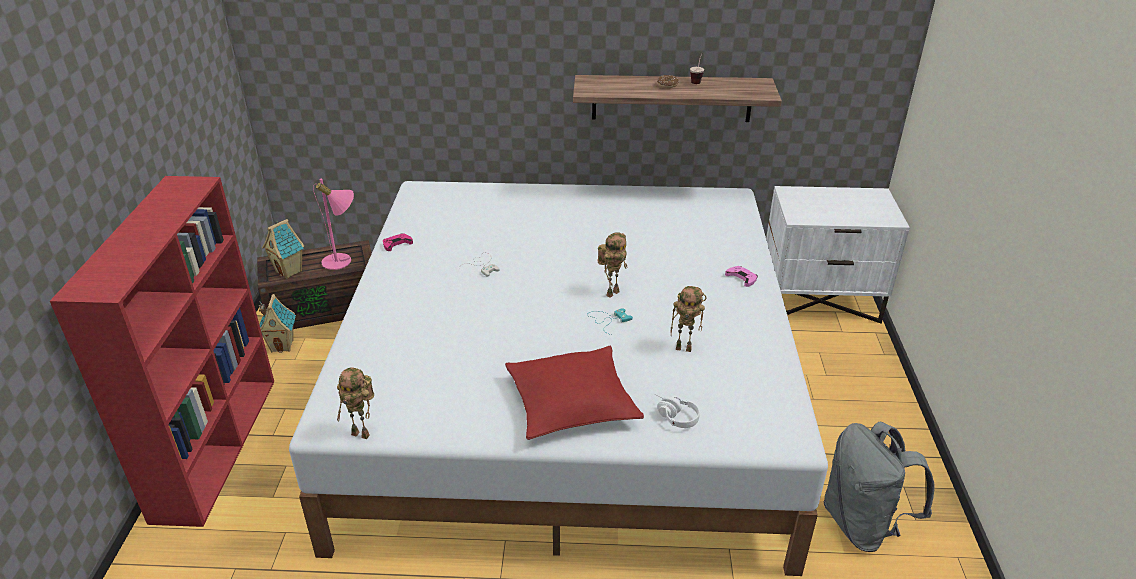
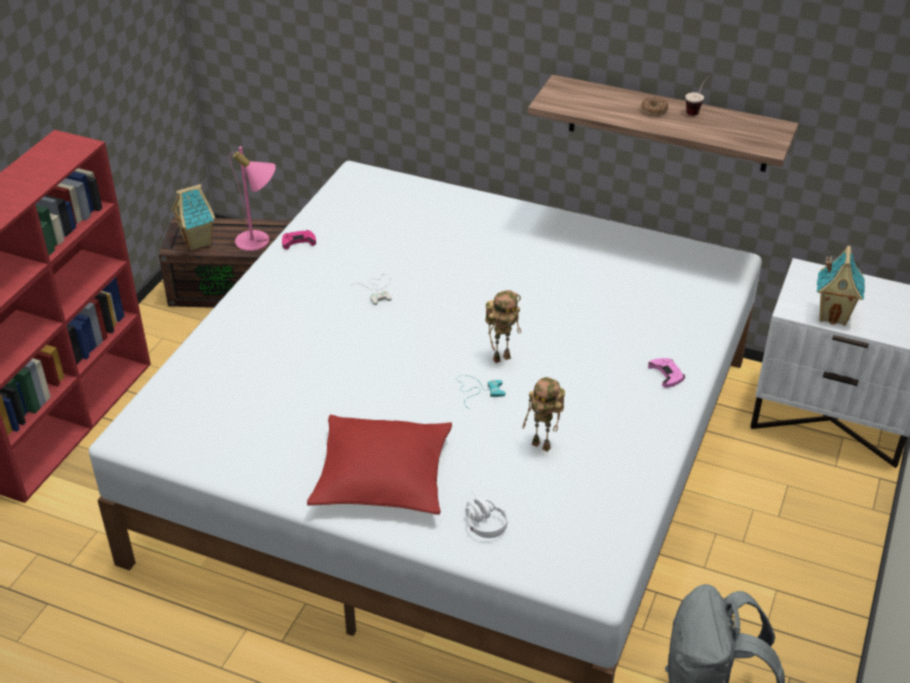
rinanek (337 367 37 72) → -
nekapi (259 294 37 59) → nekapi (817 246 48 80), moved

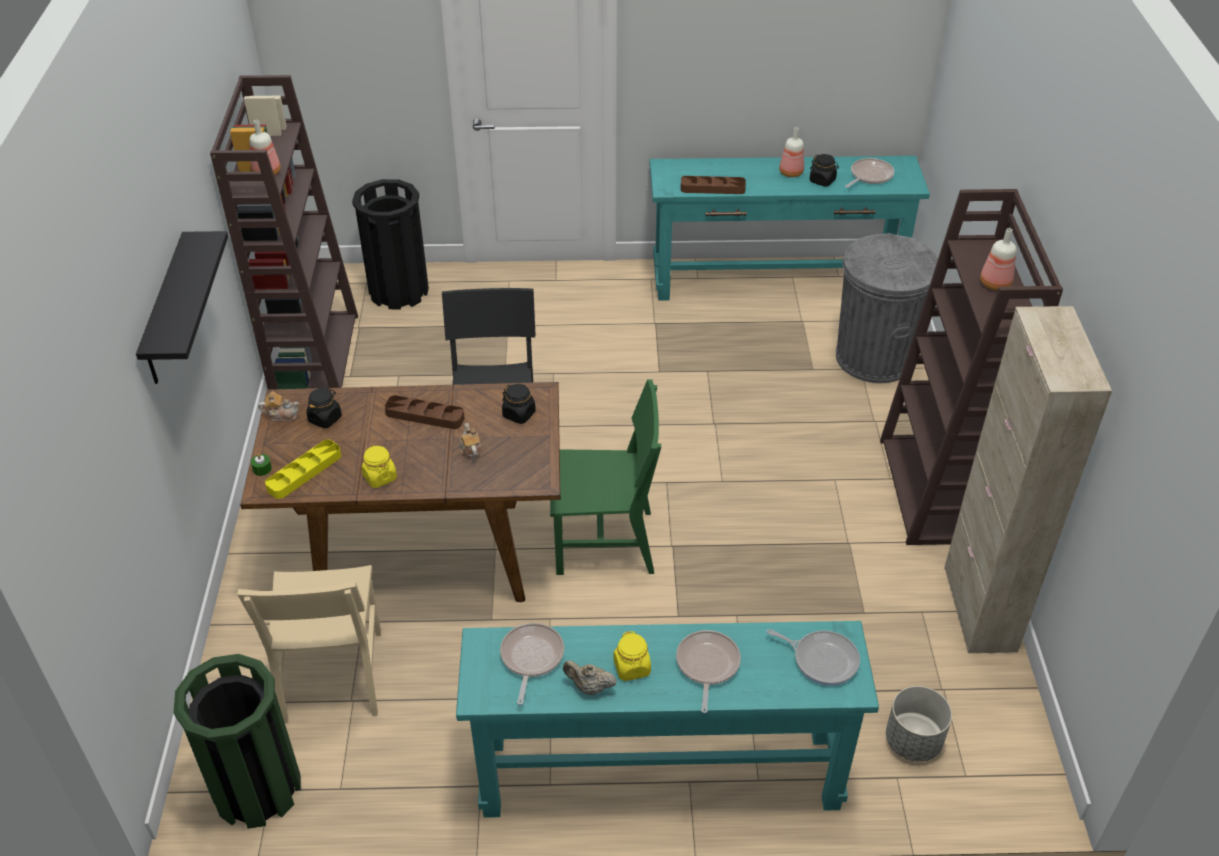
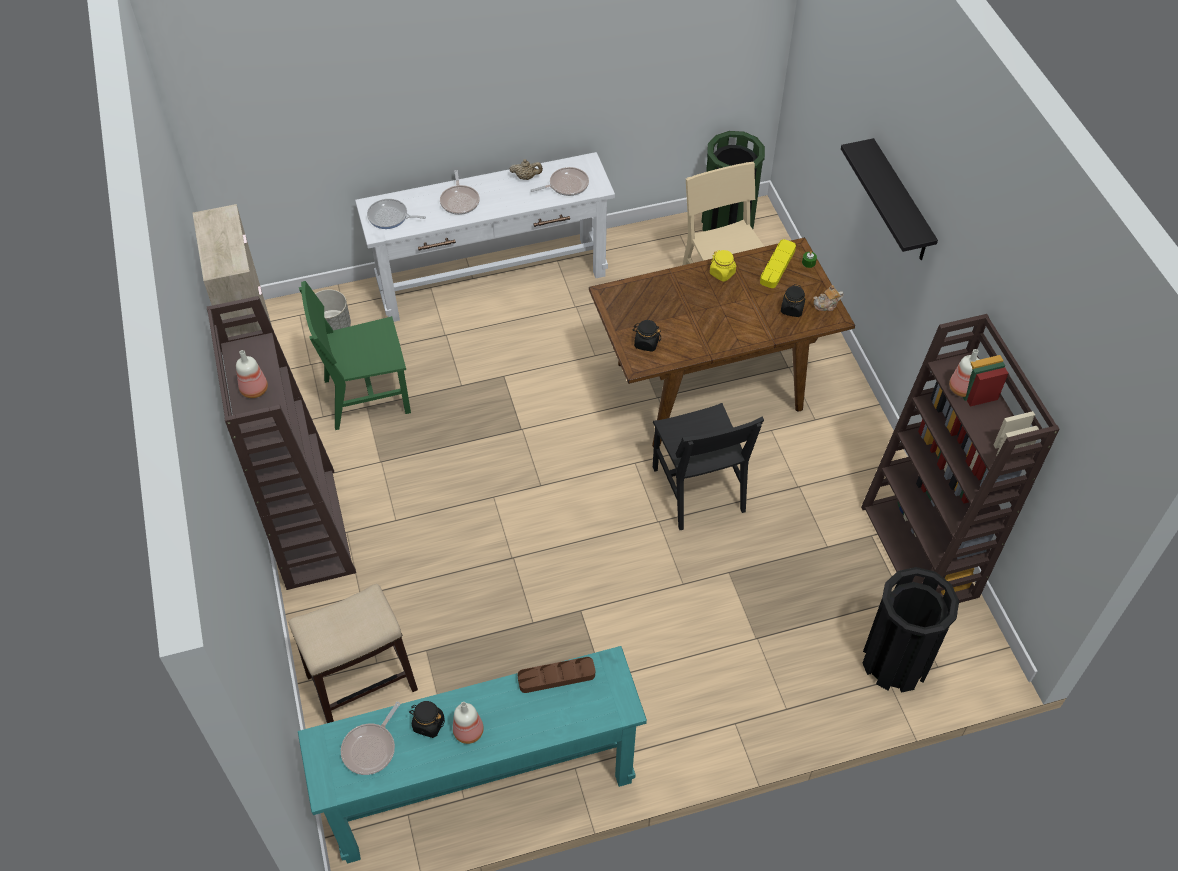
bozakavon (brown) (384 395 81 34) → -
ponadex (459 423 22 36) → -
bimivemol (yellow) (613 631 38 50) → -
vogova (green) (550 379 111 196) → vogova (green) (299 281 112 149), moved
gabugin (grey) (836 233 102 150) → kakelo (288 584 130 139)
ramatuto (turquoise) (456 621 423 197) → ramatuto (white) (355 152 260 170)
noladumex (500 623 64 82) → noladumex (530 167 59 29), 105 degrees counterclockwise

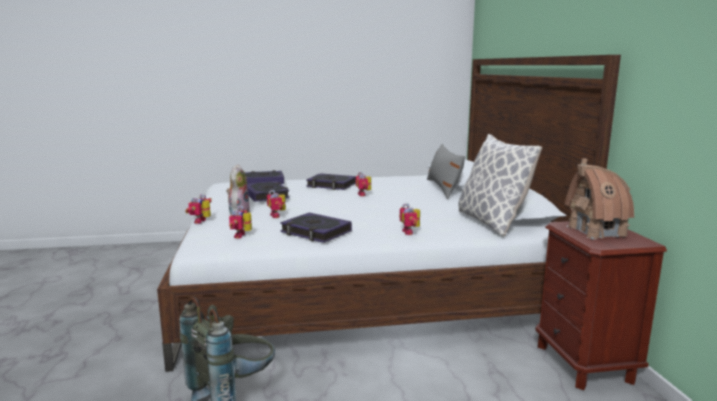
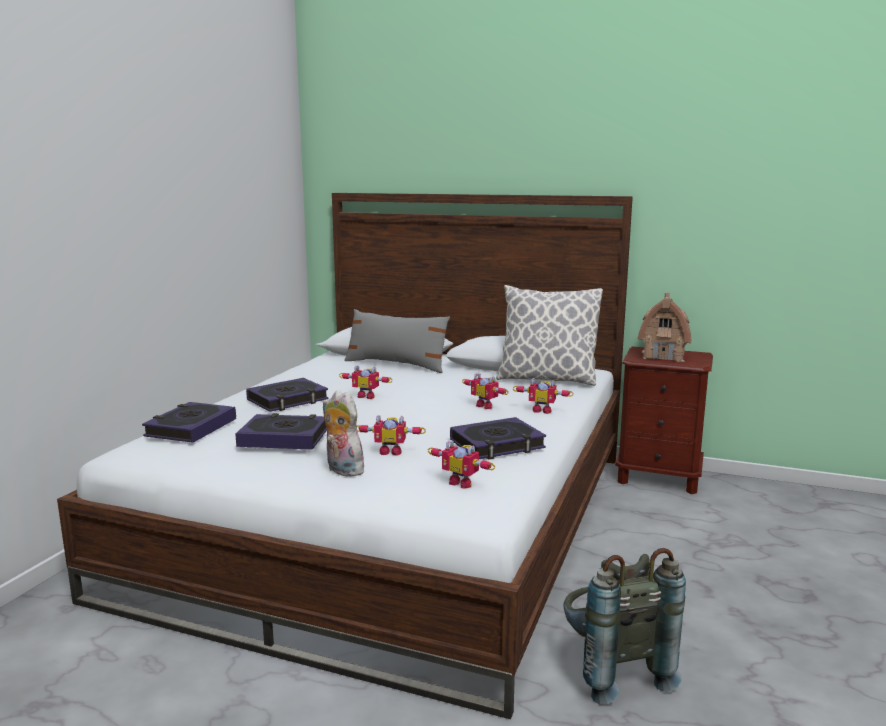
rinanek (185 194 27 30) → rinanek (462 373 47 36), moved

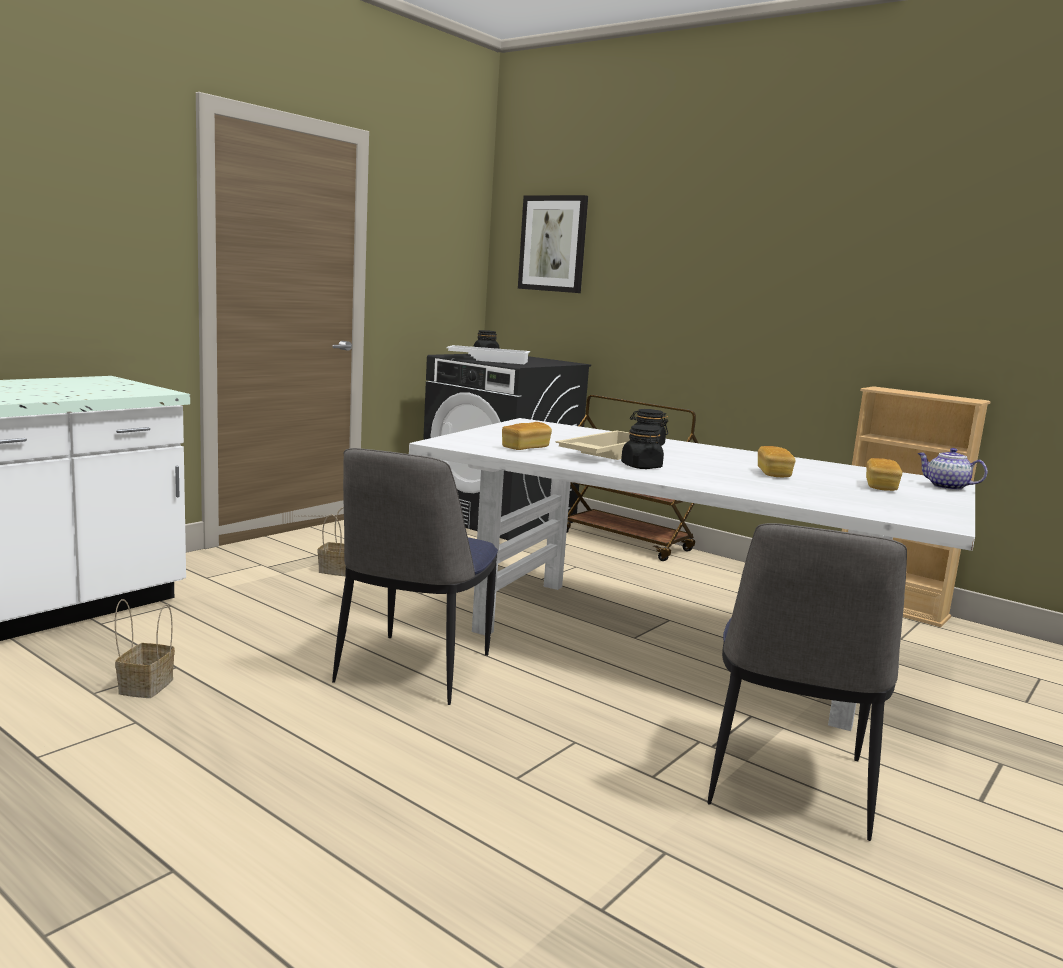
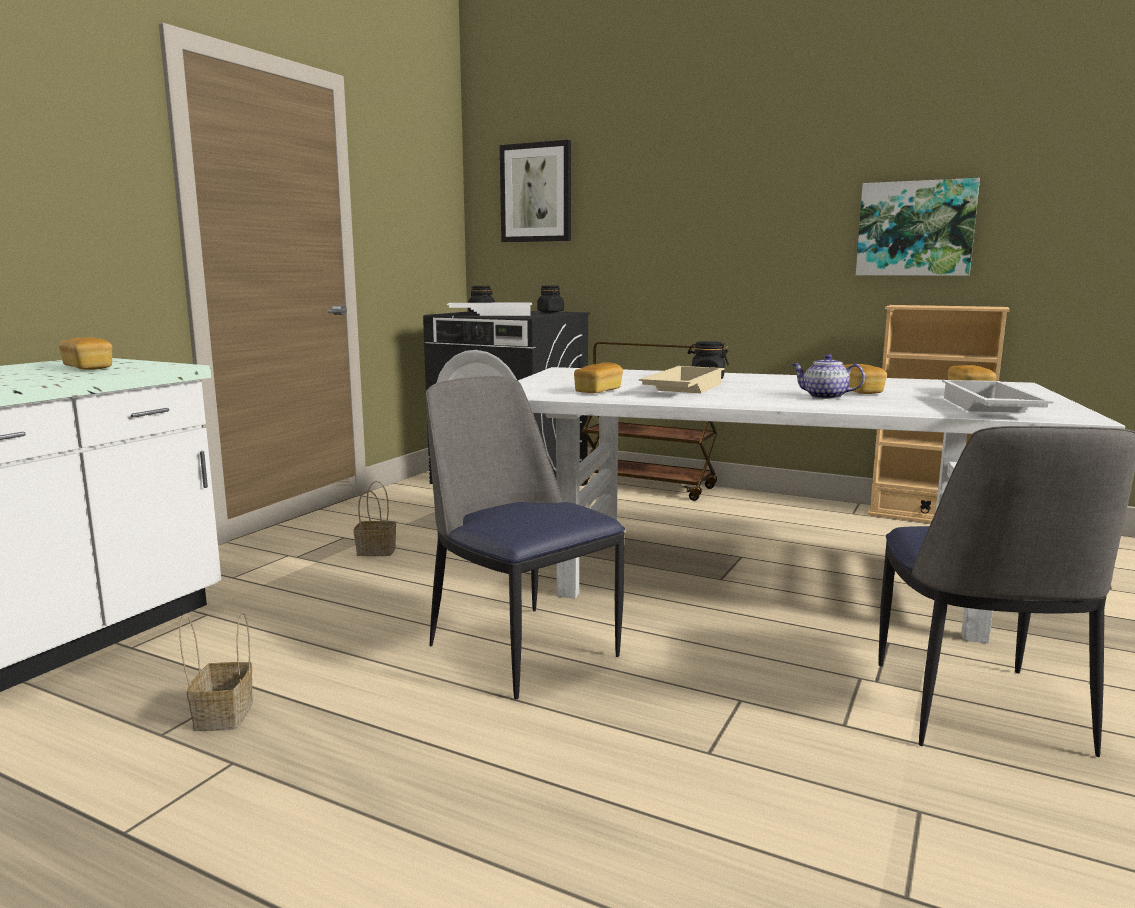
- → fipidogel (59 337 54 33)
- → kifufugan (856 178 124 98)
- → bozakavon (white) (942 380 112 33)
bimivemol (black) (621 425 43 44) → bimivemol (black) (537 286 27 26), moved
ponadex (917 448 71 42) → ponadex (791 354 74 45), moved
vogova (332 448 166 257) → vogova (426 376 199 324), 135 degrees clockwise

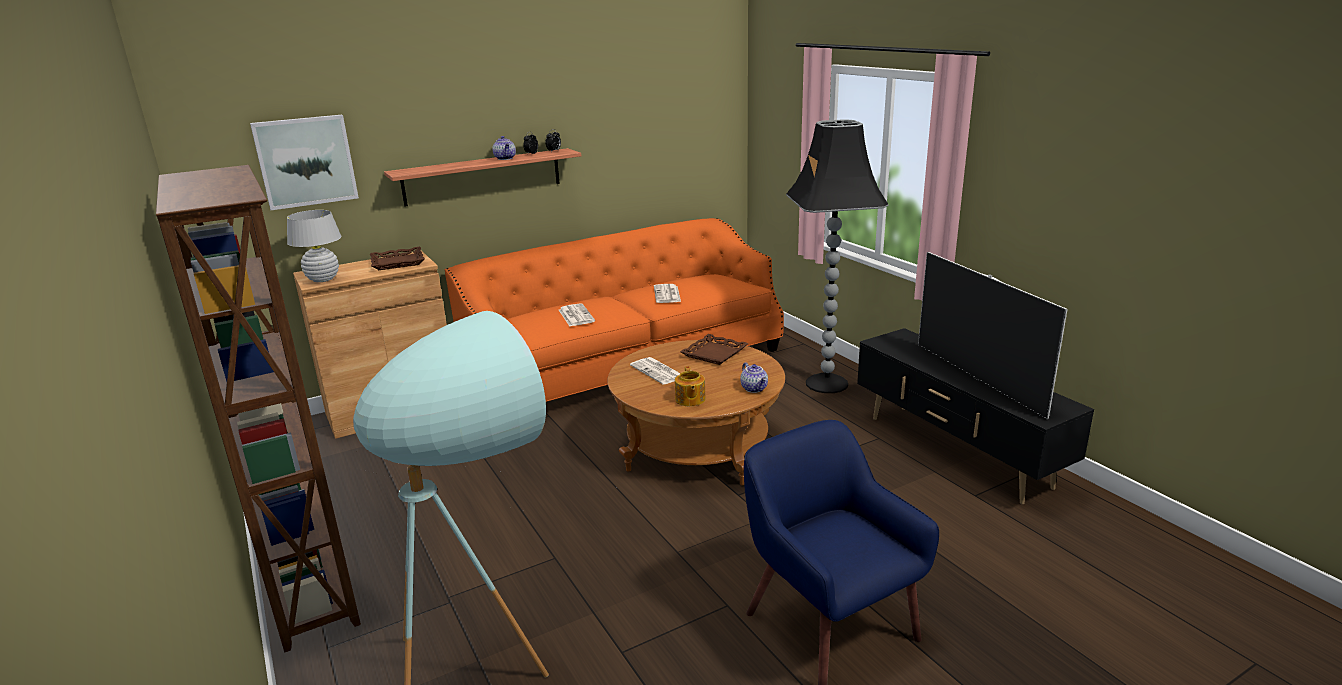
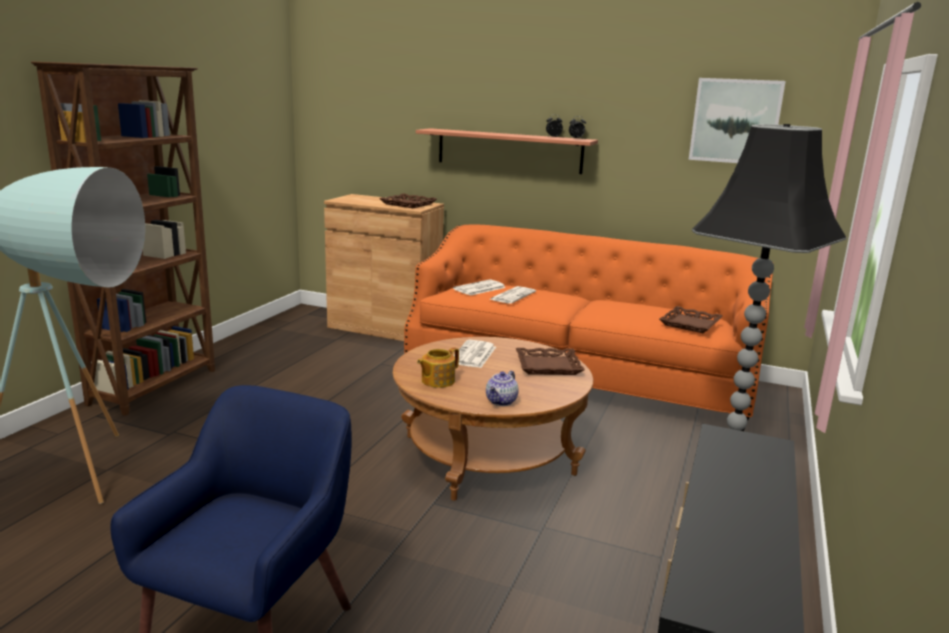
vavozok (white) (287 210 55 72) → -
ponadex (492 136 24 24) → -
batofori (918 252 150 167) → -
- → bozakavon (brown) (659 306 64 27)
kifufugan (250 115 109 95) → kifufugan (689 78 97 85), moved
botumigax (654 284 27 19) → botumigax (453 279 53 17), moved

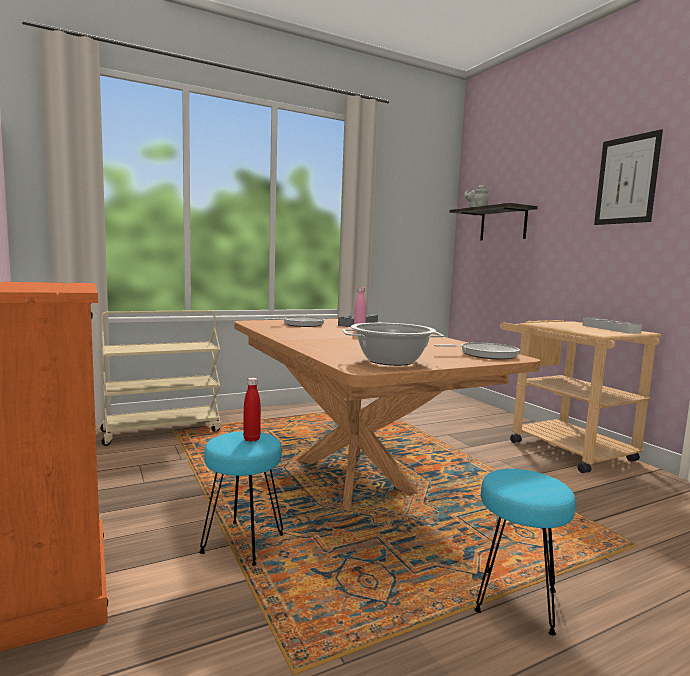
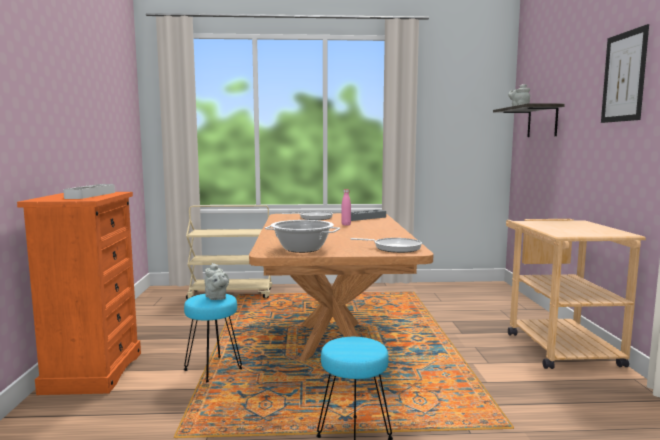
bozakavon (grey) (582 318 60 16) → bozakavon (grey) (63 184 52 15), moved
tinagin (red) (243 378 18 64) → ponadex (grey) (204 263 25 37)

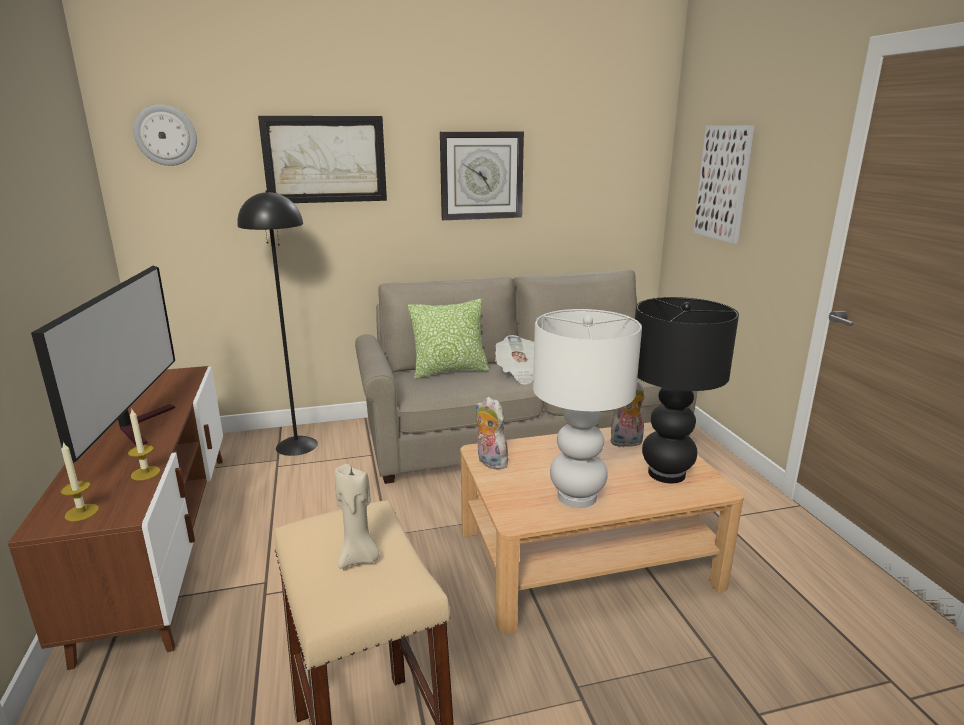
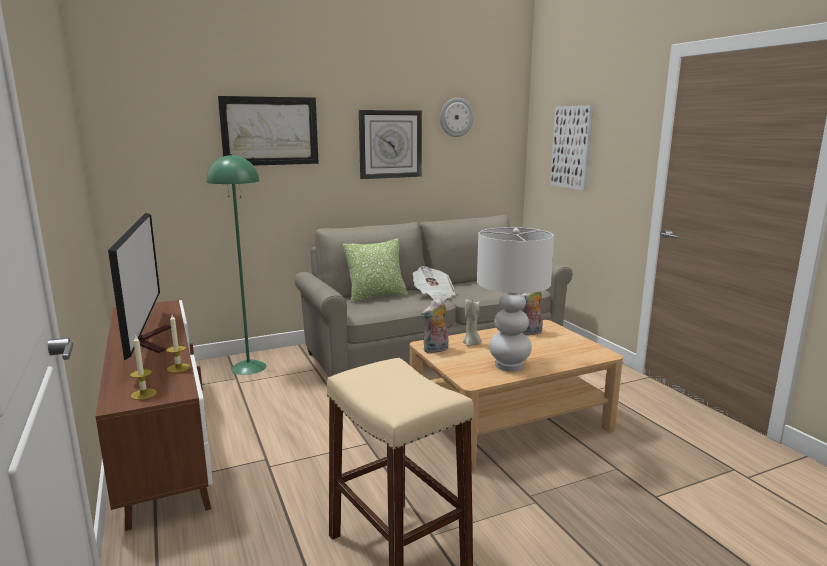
vavozok (black) (635 297 104 186) → -
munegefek (134 105 63 61) → munegefek (440 98 34 39), moved
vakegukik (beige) (335 464 45 104) → vakegukik (beige) (463 298 18 49), moved
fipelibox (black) (237 190 81 266) → fipelibox (green) (206 154 60 221)
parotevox (475 397 35 72) → parotevox (421 298 27 56), 75 degrees counterclockwise

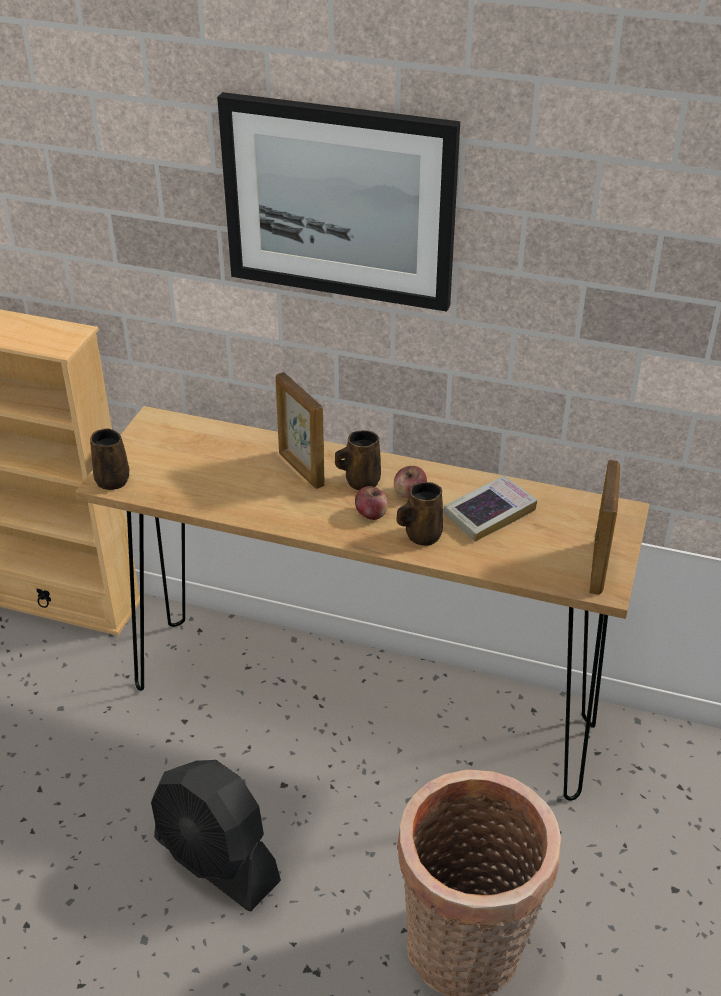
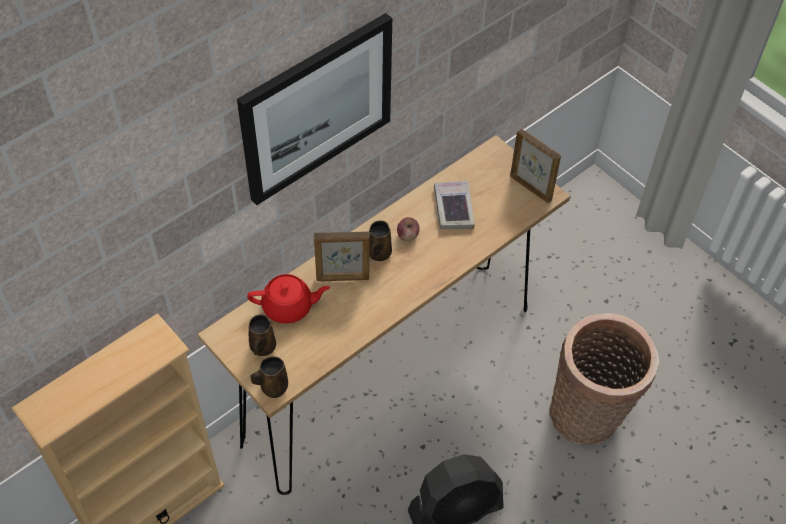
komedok (355 486 33 34) → -
- → ponadex (red) (247 274 83 50)
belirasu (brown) (396 482 47 64) → belirasu (brown) (249 314 27 42), moved

